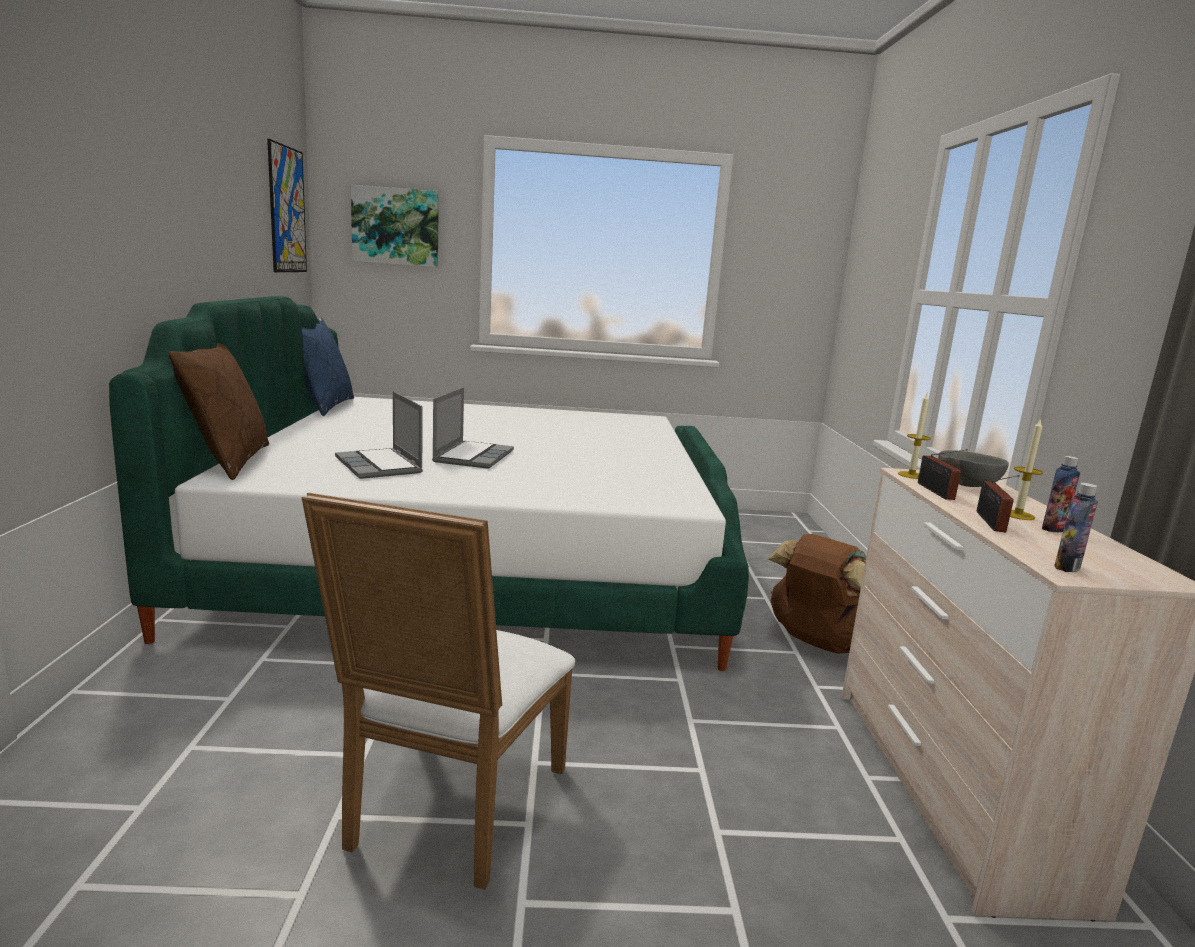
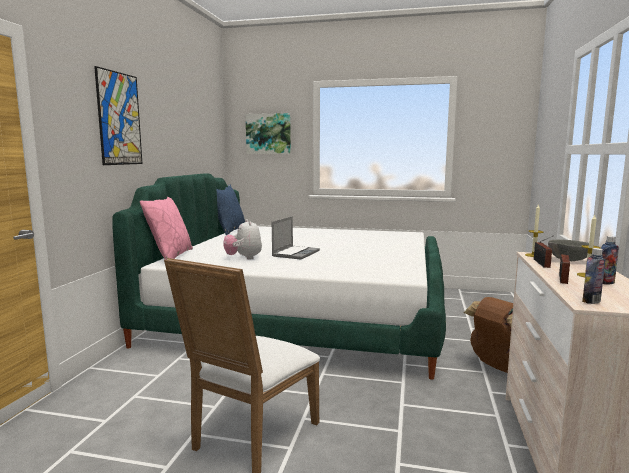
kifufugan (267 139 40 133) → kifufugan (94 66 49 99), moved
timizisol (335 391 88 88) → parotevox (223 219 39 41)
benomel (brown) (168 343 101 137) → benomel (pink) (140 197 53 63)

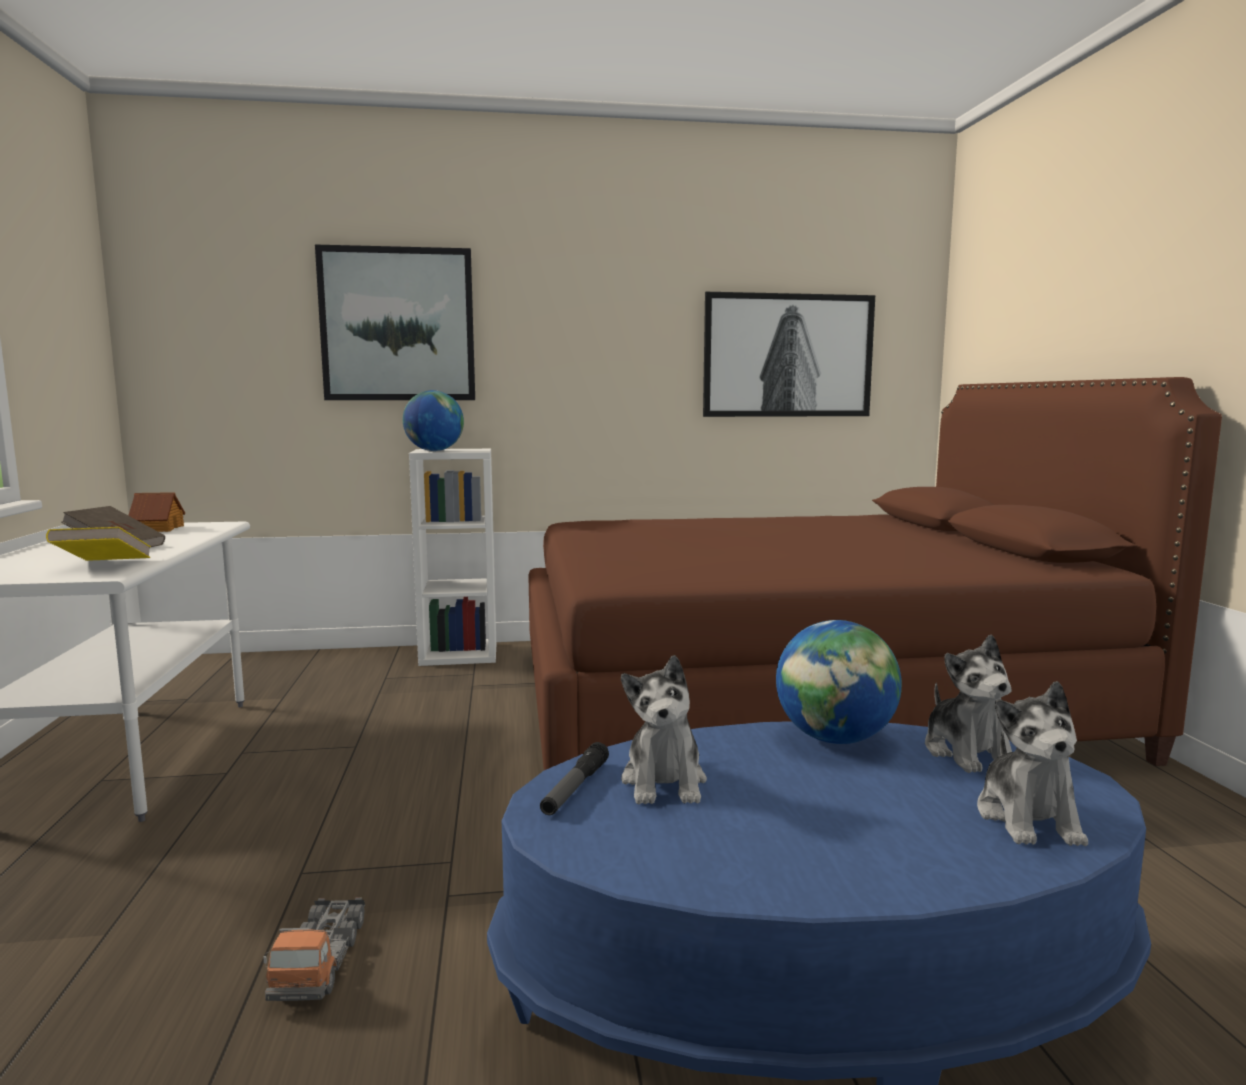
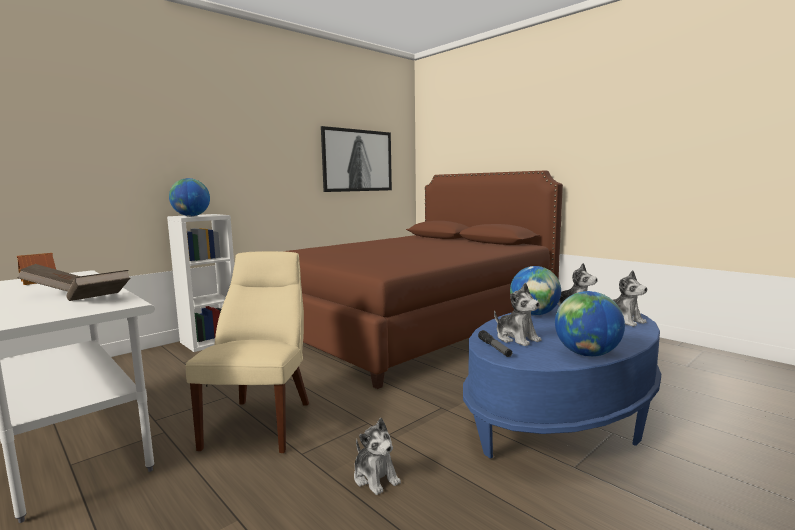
kifufugan (315 245 160 155) → -
- → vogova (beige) (186 251 123 202)
- → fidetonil (555 291 70 66)
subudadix (263 897 103 104) → parotevox (354 418 47 77)
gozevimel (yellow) (46 527 105 34) → gozevimel (brown) (66 270 64 31)

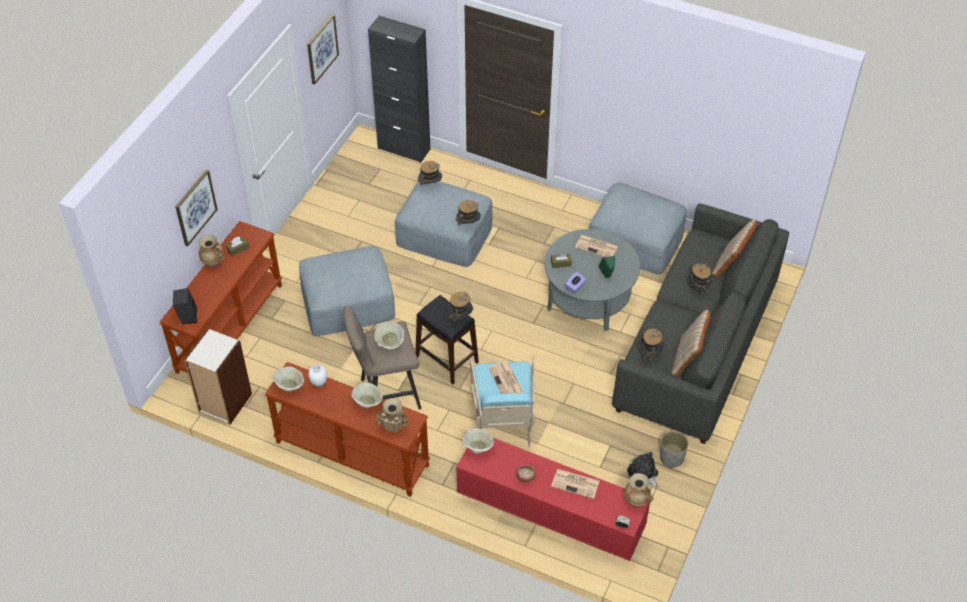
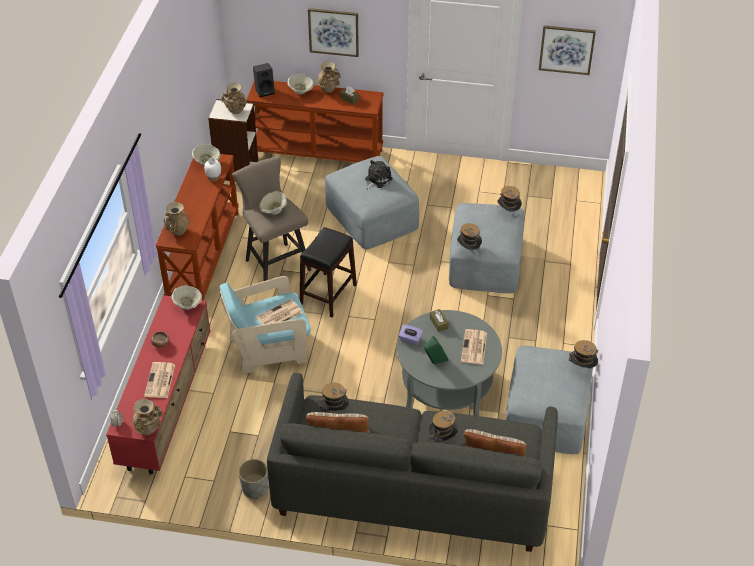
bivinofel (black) (368 16 62 147) → -
- → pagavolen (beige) (221 83 25 31)
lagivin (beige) (351 383 32 25) → lagivin (beige) (288 74 26 21), moved
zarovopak (447 292 26 30) → zarovopak (569 340 29 28), moved
parotevox (627 452 32 35) → parotevox (365 160 28 30), moved

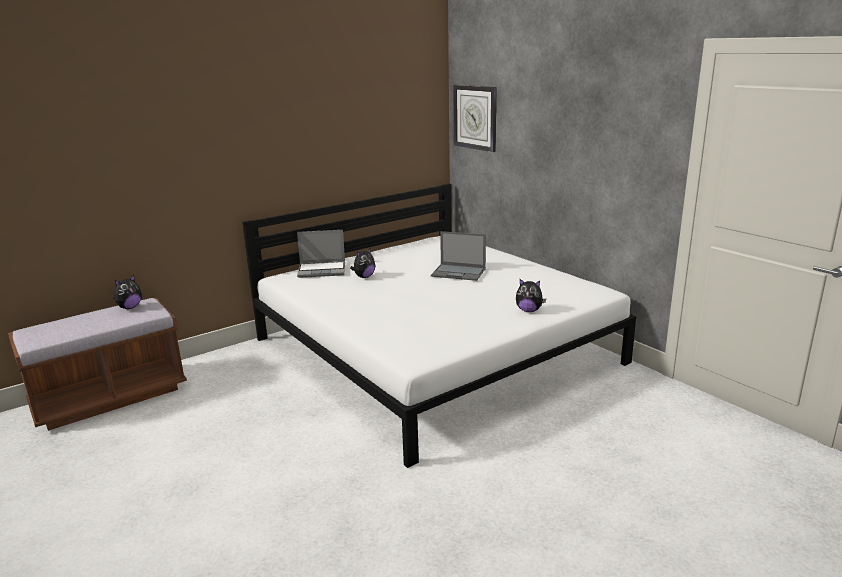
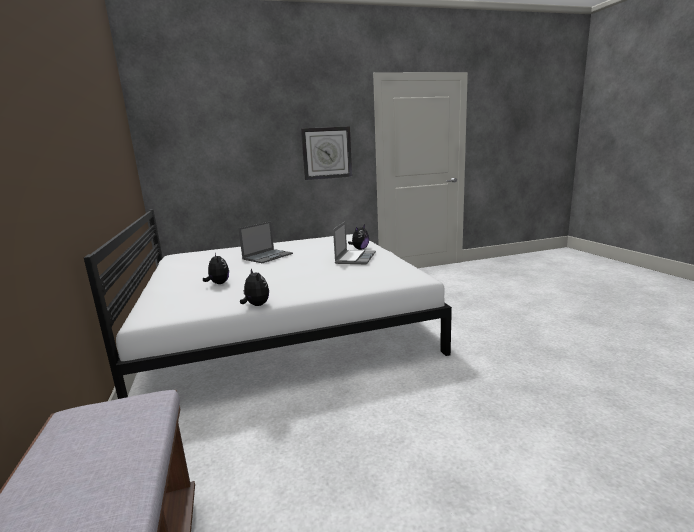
parotevox (113 275 29 34) → parotevox (240 268 29 38), moved
timizisol (297 230 48 48) → timizisol (333 221 43 43), moved
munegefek (453 85 44 67) → munegefek (301 127 51 53), moved

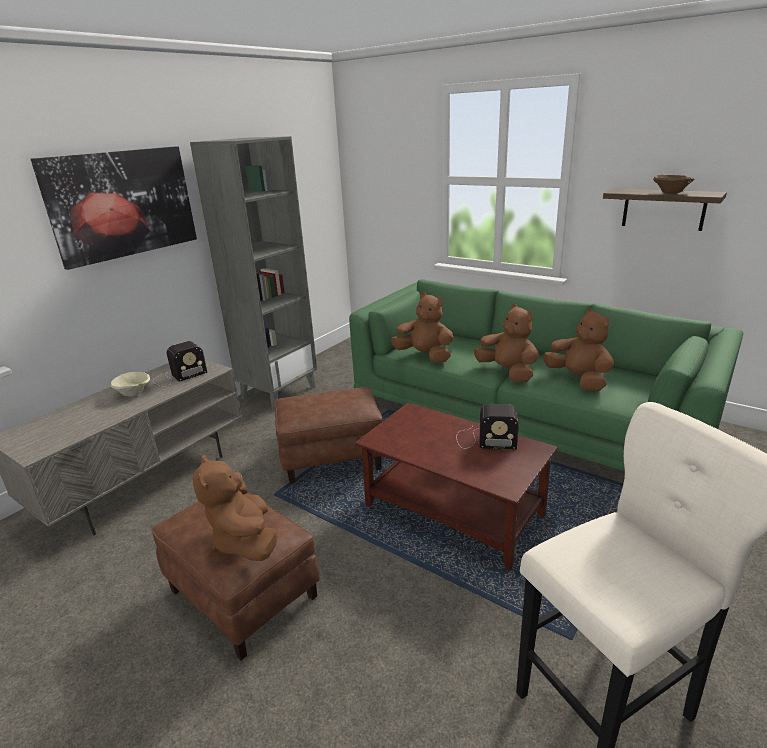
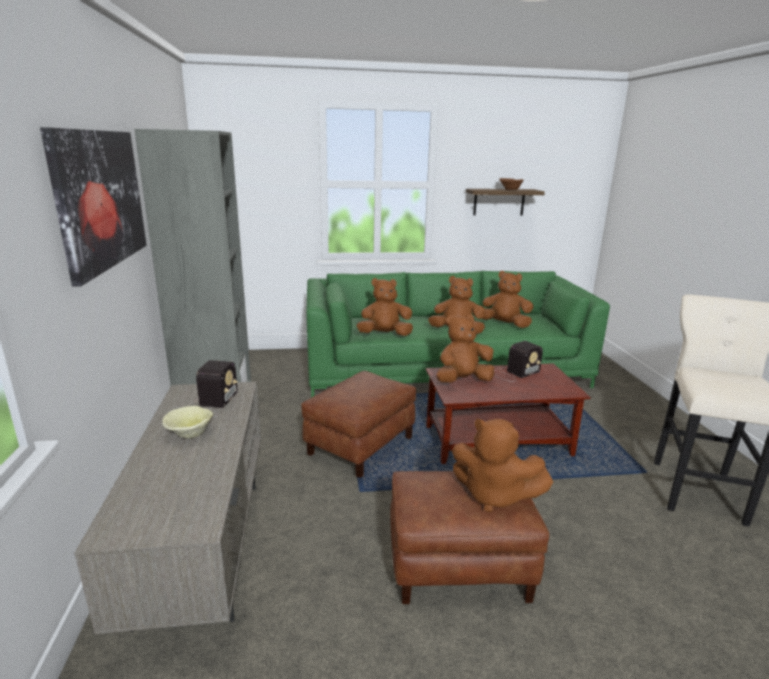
- → parotevox (brown) (437 314 58 69)

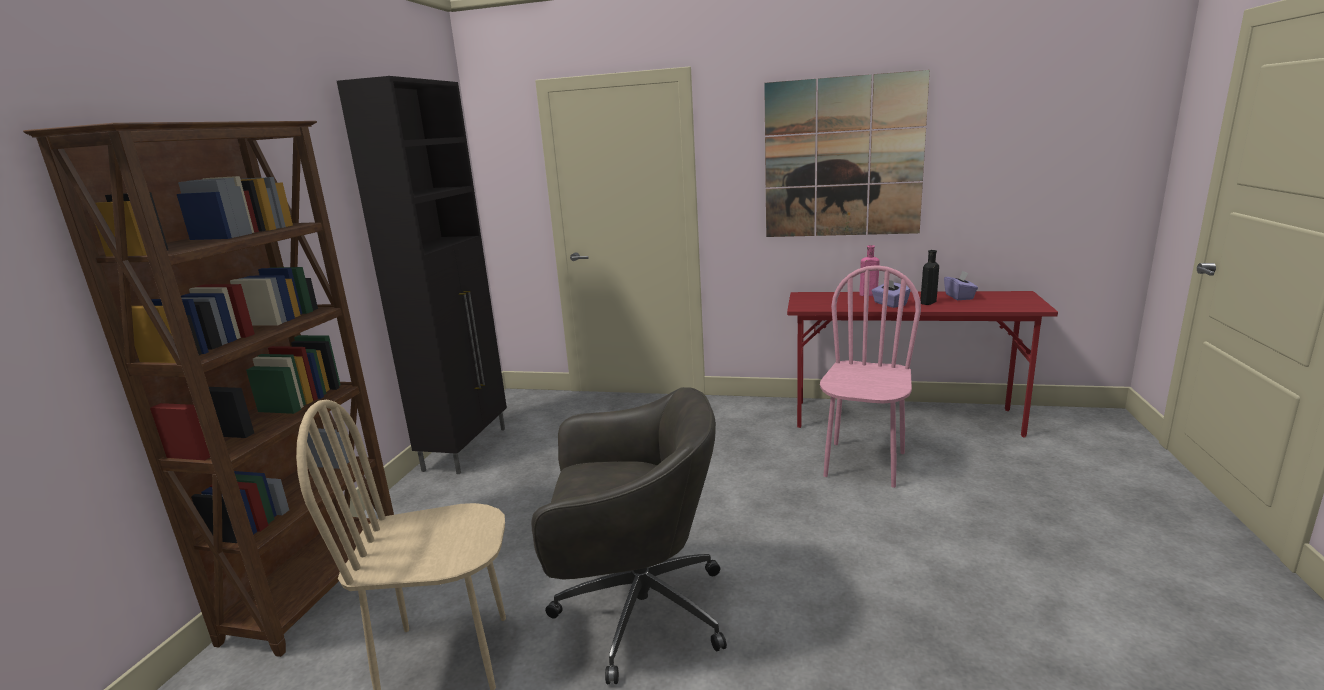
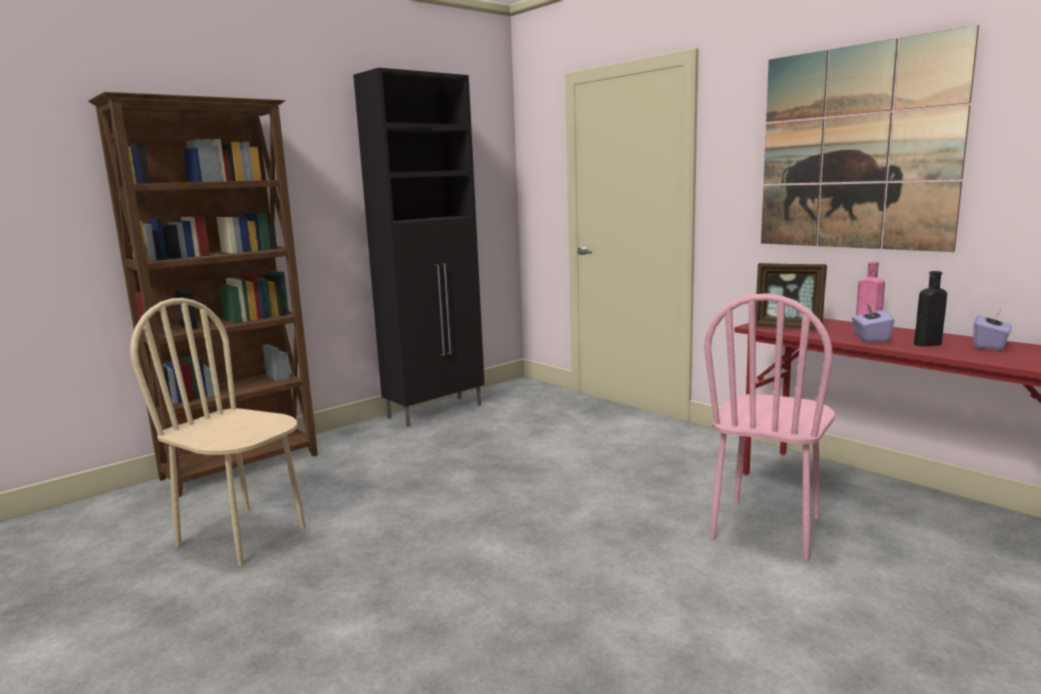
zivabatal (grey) (531 387 196 297) → -
- → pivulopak (756 263 71 66)
vogova (pink) (820 265 101 223) → vogova (pink) (704 293 131 268), 150 degrees clockwise

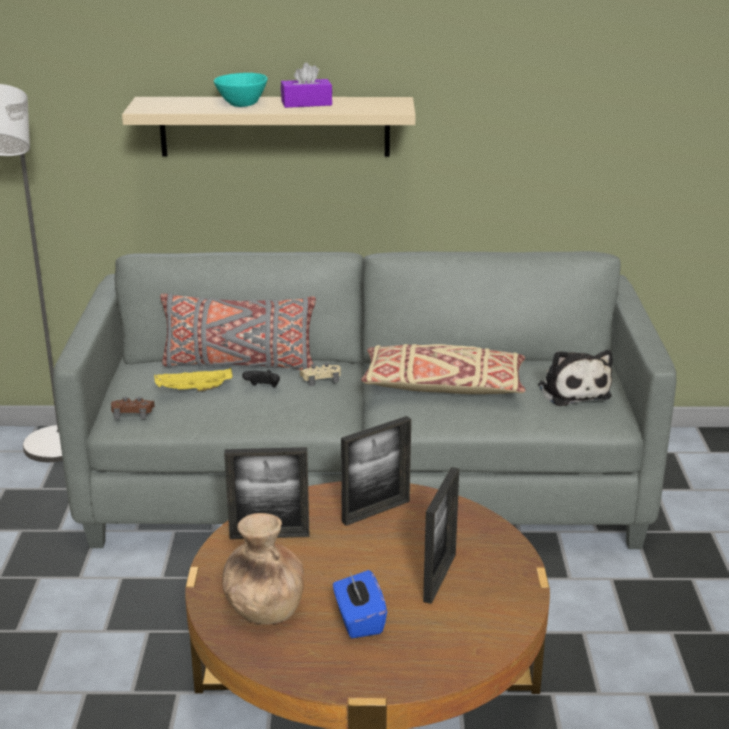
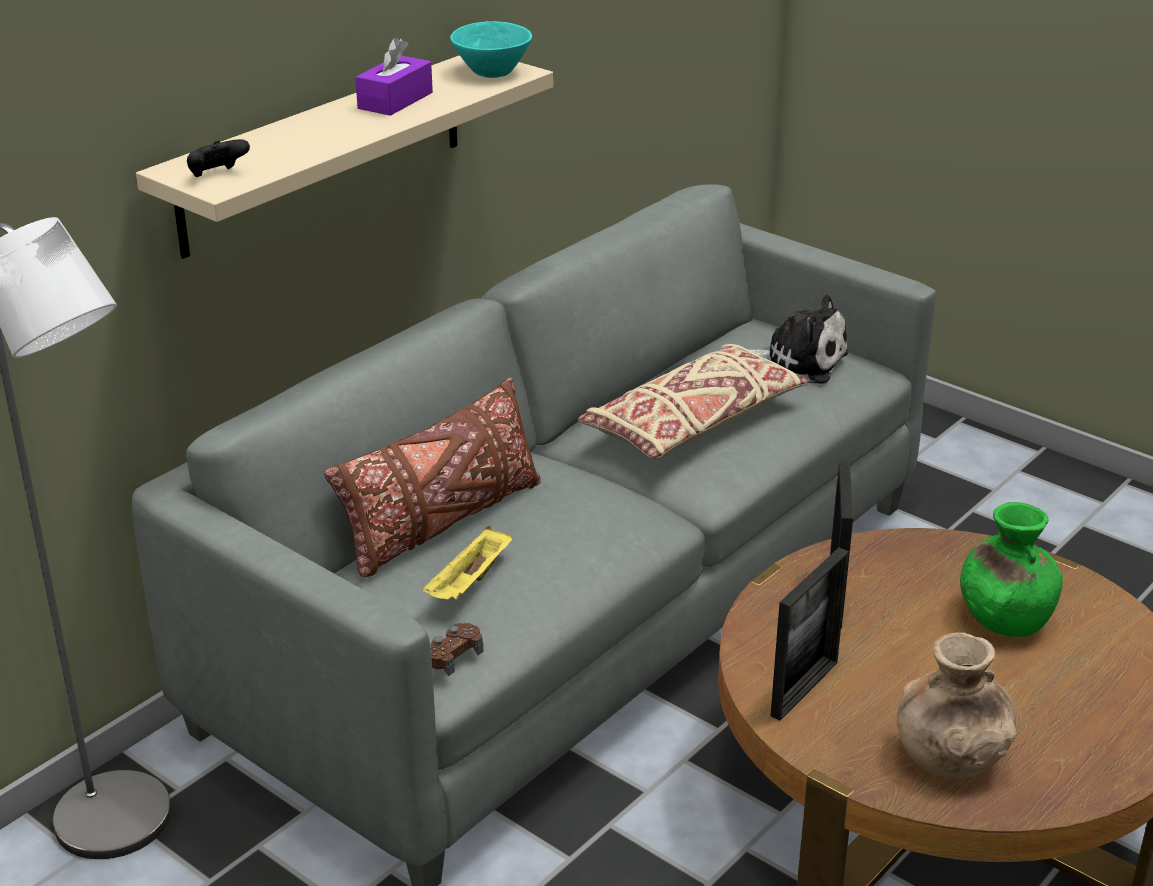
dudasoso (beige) (300 363 41 23) → -
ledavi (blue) (333 570 54 68) → -
lagivin (turquoise) (214 73 54 34) → lagivin (turquoise) (450 21 82 57), moved
dudasoso (black) (242 370 38 17) → dudasoso (black) (187 139 63 38), moved
pivulopak (423 467 36 137) → pagavolen (green) (960 502 103 135)
benomel (grey) (160 293 156 77) → benomel (brown) (324 378 217 200)

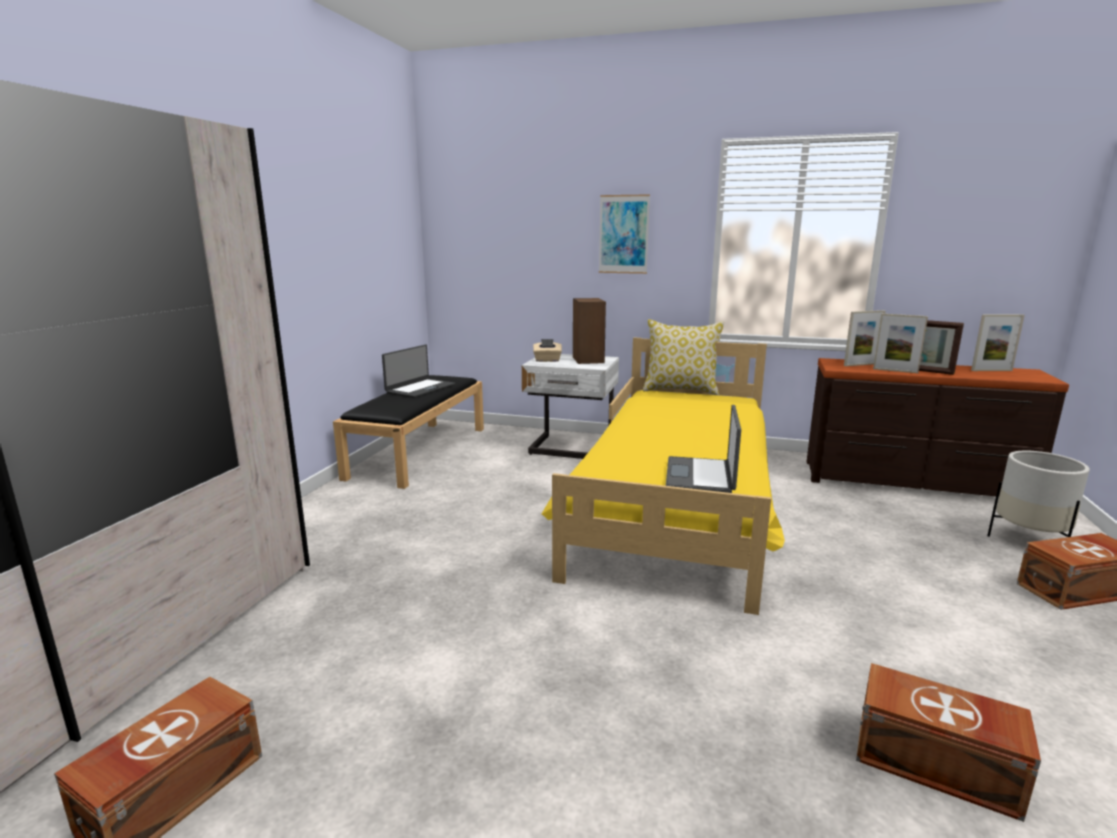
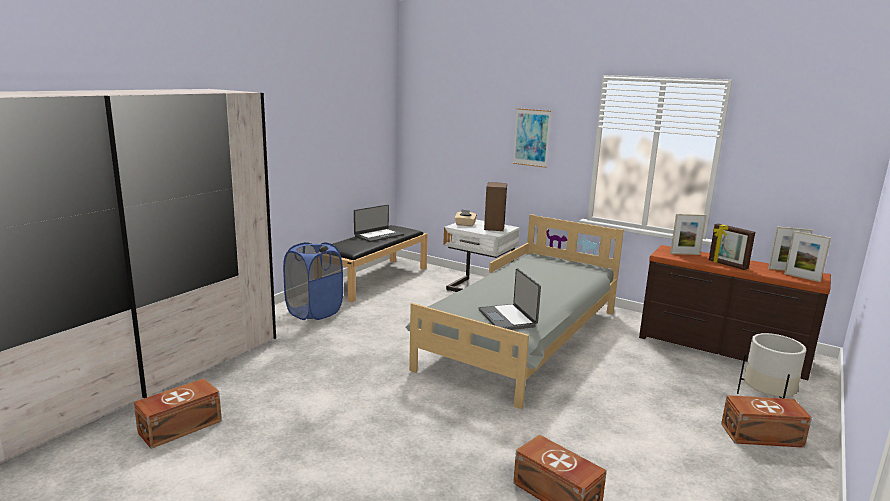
benomel (643 319 81 76) → -
- → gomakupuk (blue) (283 242 60 78)
pivulopak (873 314 55 59) → pivulopak (784 231 47 51), moved
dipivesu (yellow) (542 337 243 278) → dipivesu (grey) (406 214 218 195)
timizisol (666 405 75 88) → timizisol (478 268 63 62), 45 degrees counterclockwise

